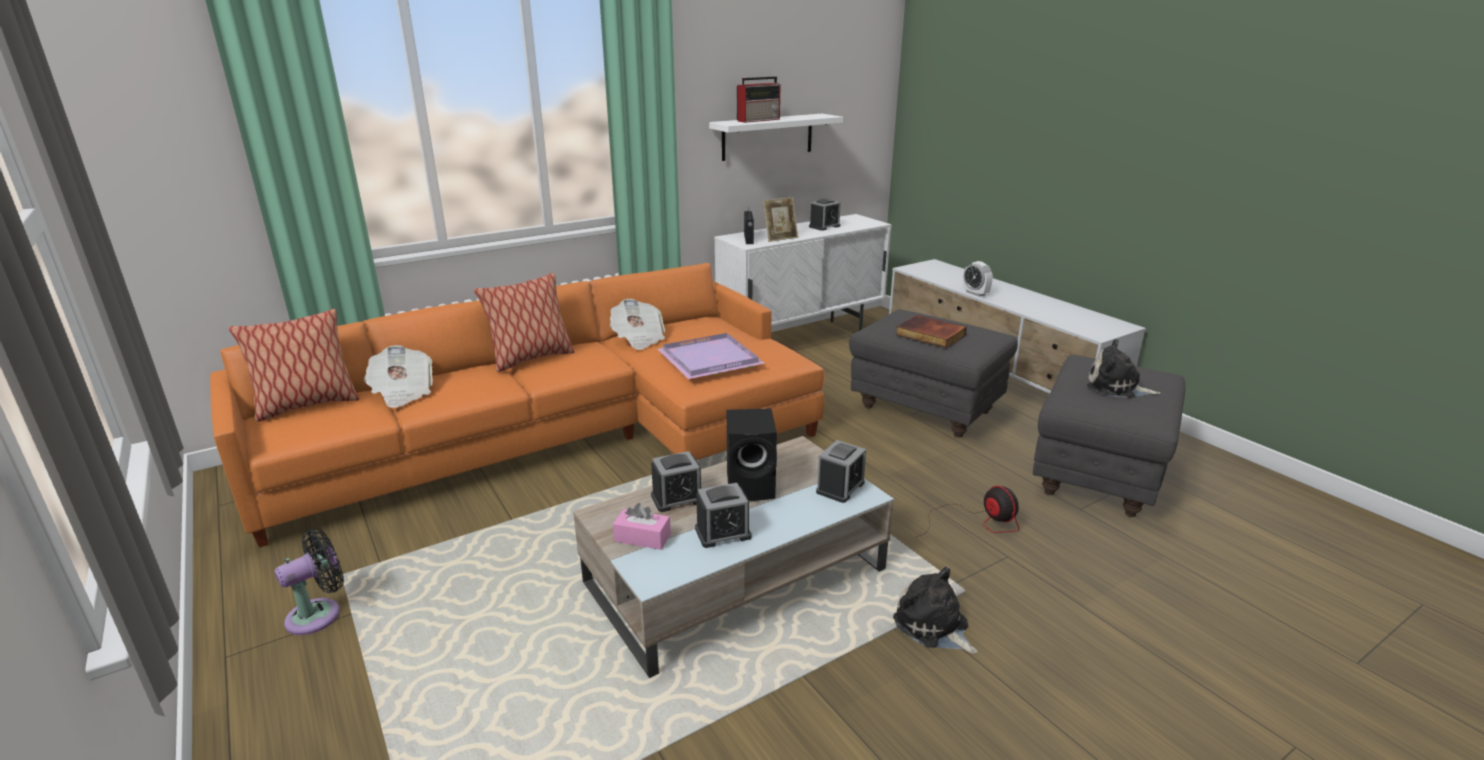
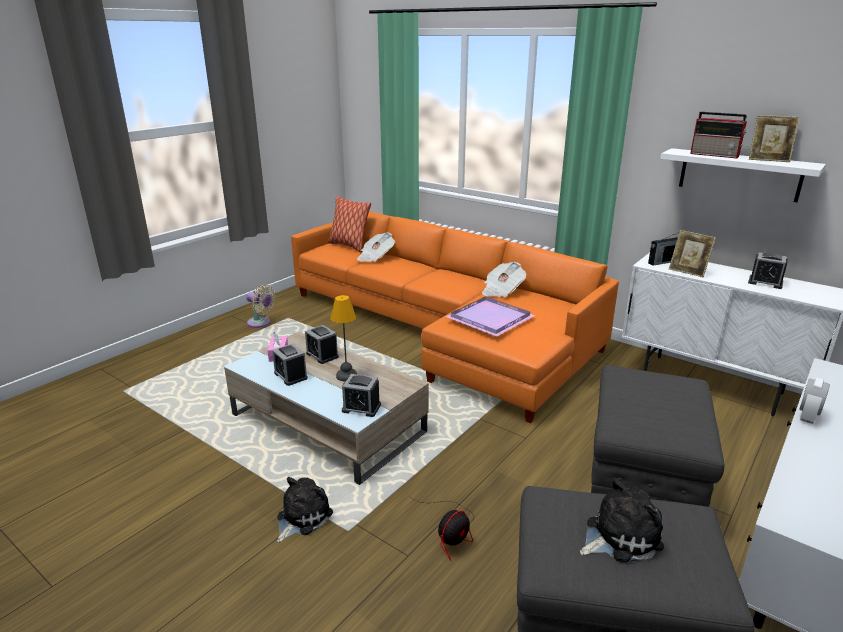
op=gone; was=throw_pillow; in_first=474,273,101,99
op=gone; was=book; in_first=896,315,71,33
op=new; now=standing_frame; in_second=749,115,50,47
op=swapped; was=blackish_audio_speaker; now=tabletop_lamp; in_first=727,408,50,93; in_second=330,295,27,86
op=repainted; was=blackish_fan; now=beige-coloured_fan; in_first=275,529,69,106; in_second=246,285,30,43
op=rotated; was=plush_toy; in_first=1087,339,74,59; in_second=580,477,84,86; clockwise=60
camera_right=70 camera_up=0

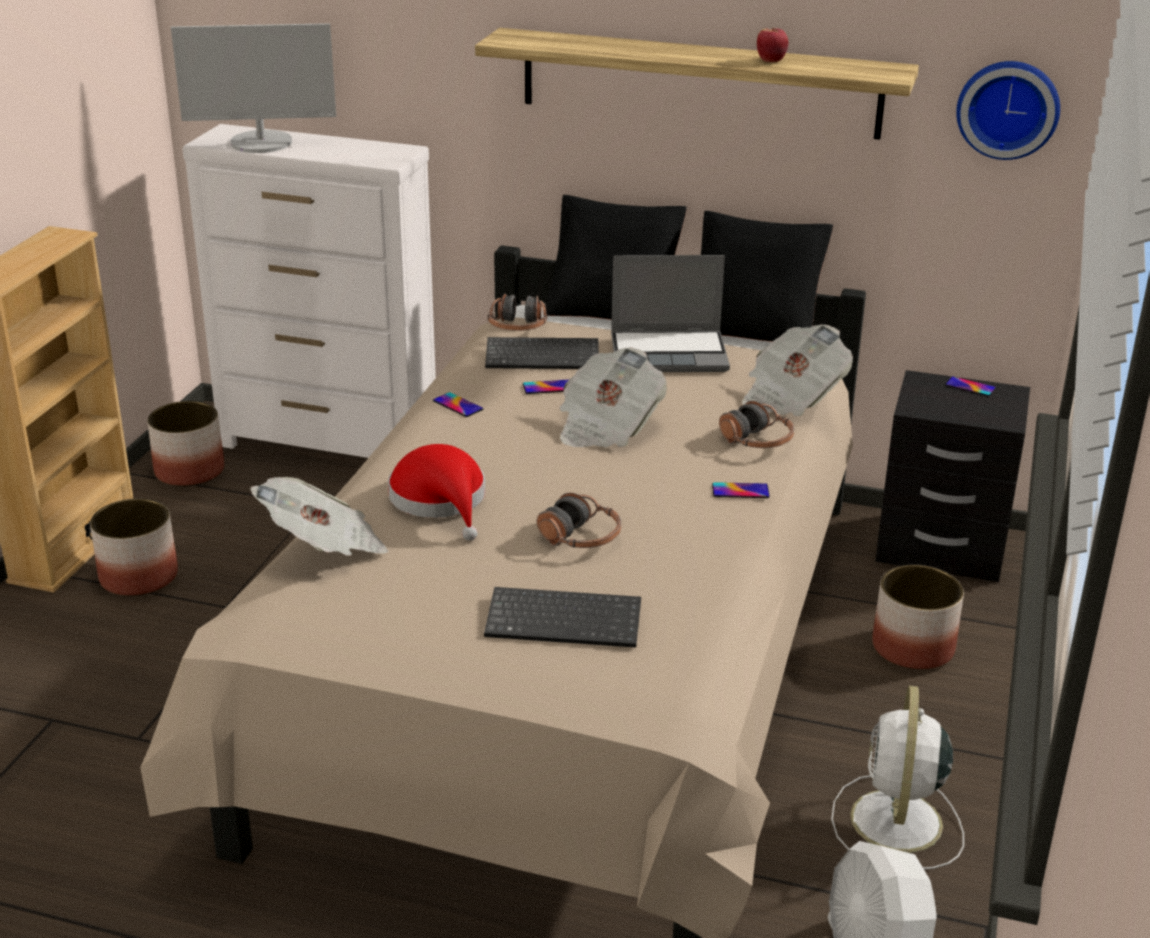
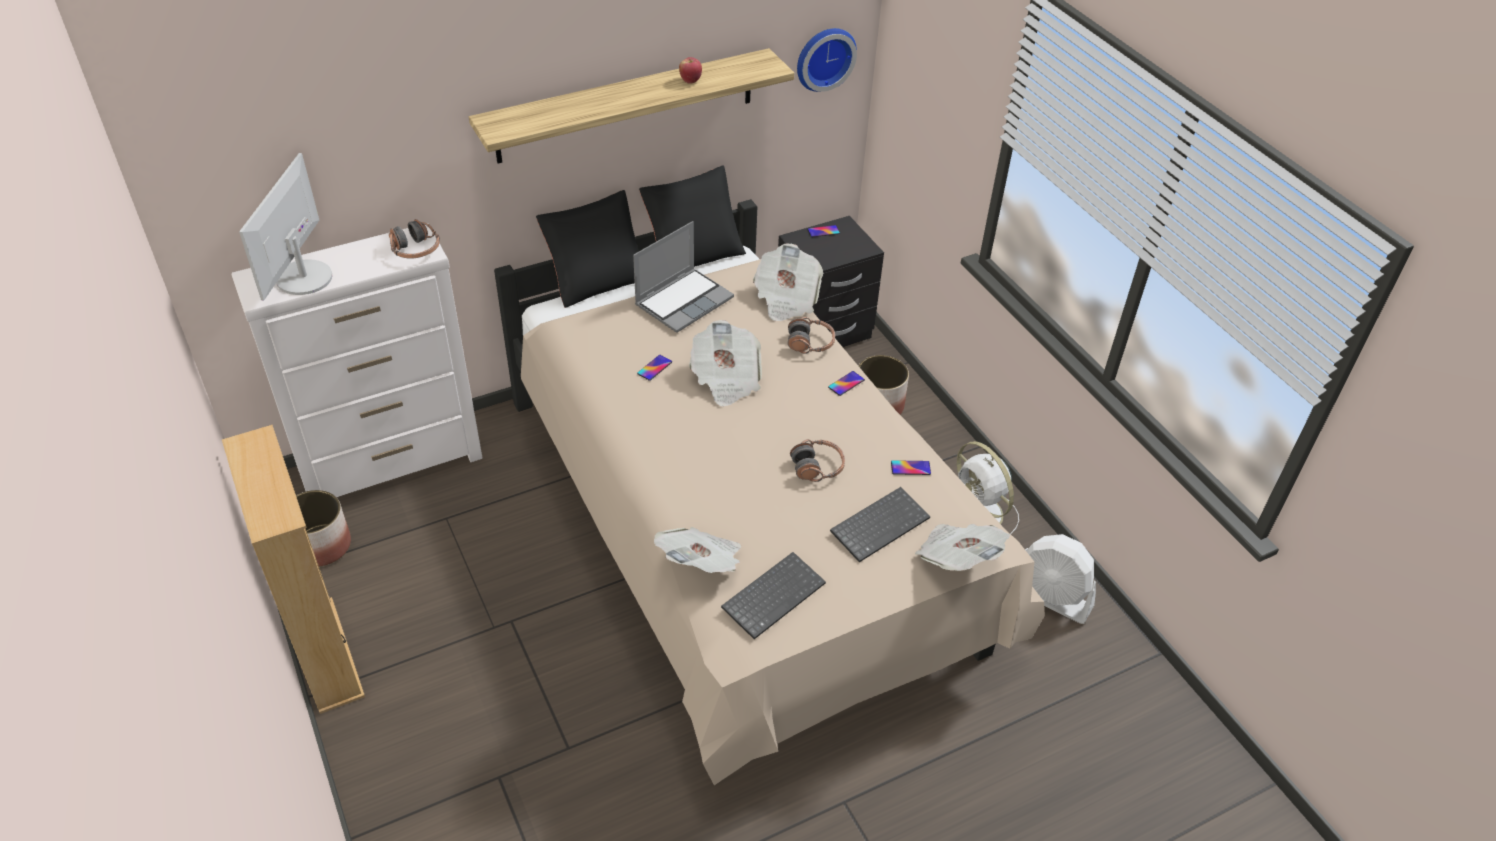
op=gone; was=plant_pot; in_first=90,498,88,98
op=gone; was=red-coloured_wearable_hat; in_first=388,444,97,97
op=new; now=printed_paper; in_second=915,524,95,47
op=shifted; was=telephone; in_first=433,392,50,25; in_second=891,460,40,15
op=shifted; was=computer_keyboard; in_first=485,337,114,32; in_second=721,552,105,87
op=shifted; was=headphones; in_first=488,294,59,37; in_second=389,219,51,40
op=rotated; was=computer_display; in_first=171,23,165,130; in_second=239,153,93,147; clockwise=150
camera_right=-45 camera_up=15

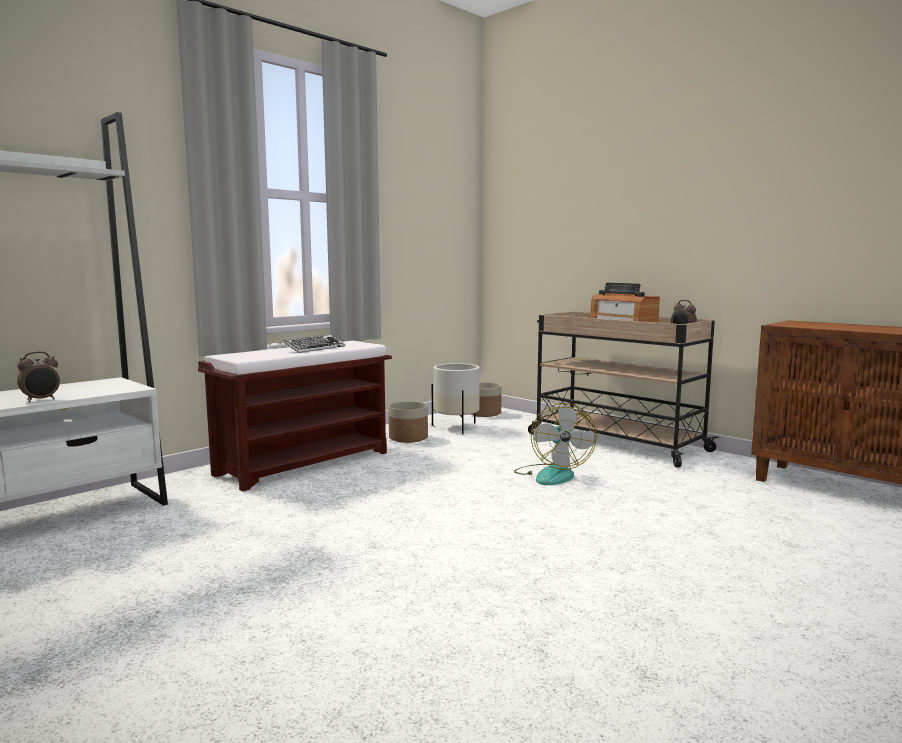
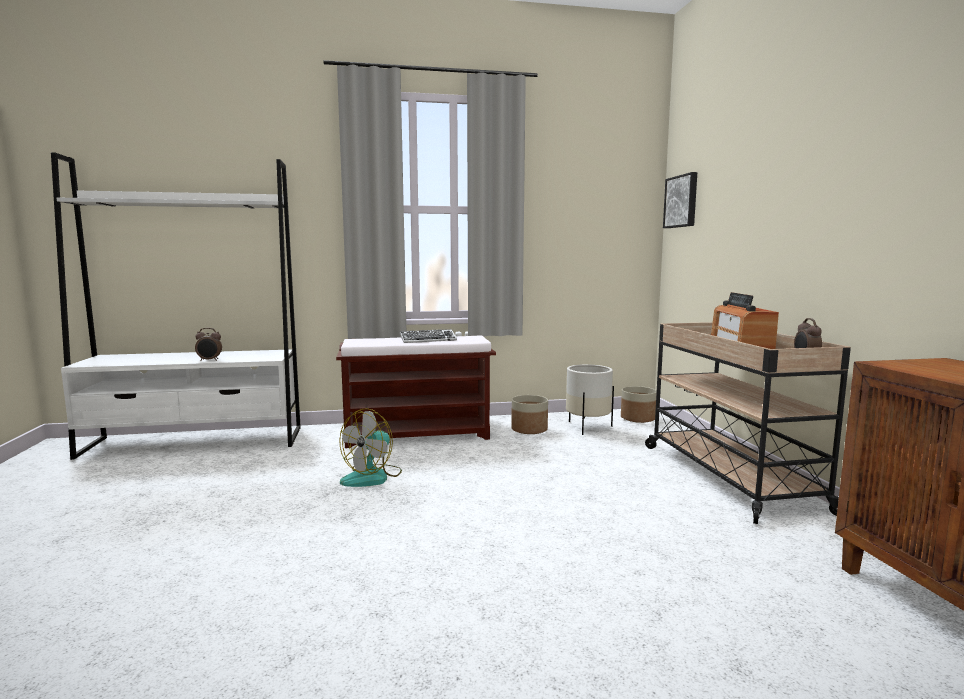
op=new; now=wall_picture; in_second=663,172,34,56
op=shifted; was=fan; in_first=514,403,82,82; in_second=339,408,63,79
camera_right=35 camera_up=0

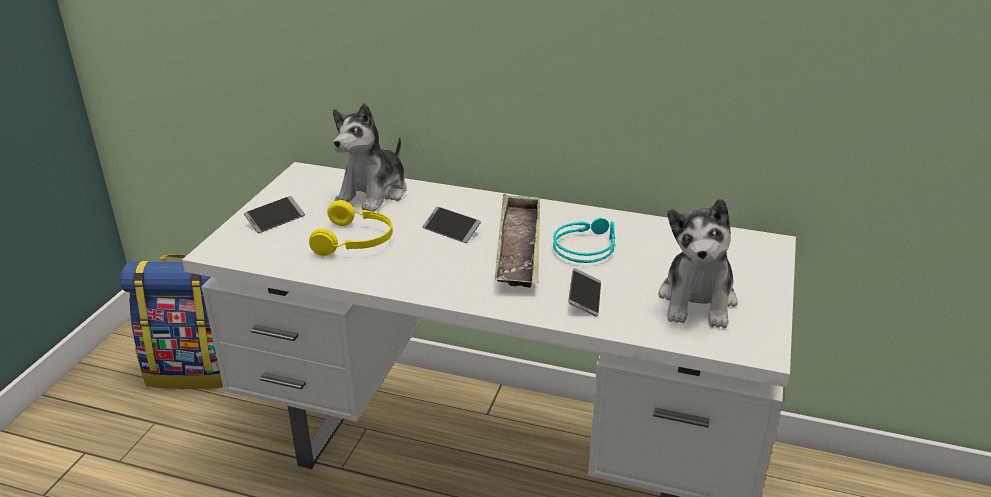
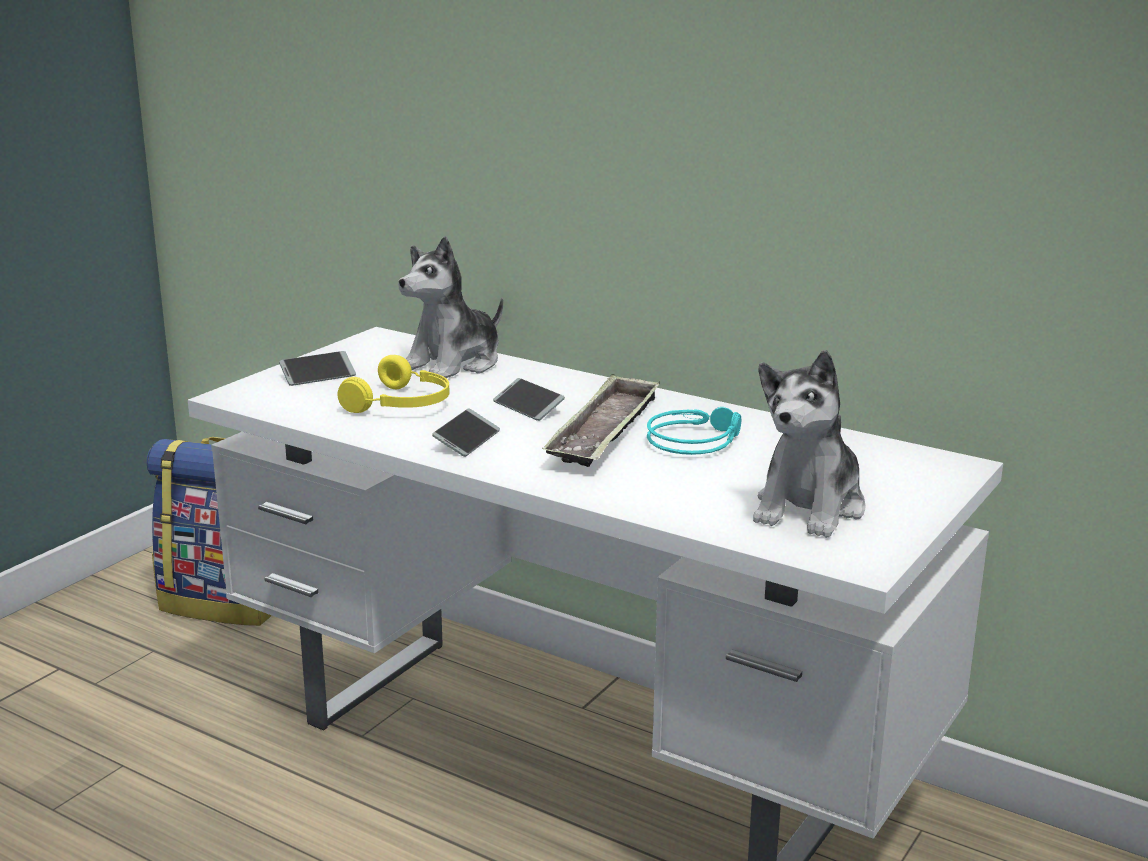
op=shifted; was=telephone; in_first=568,268,33,49; in_second=432,408,68,49
camera_right=15 camera_up=-10

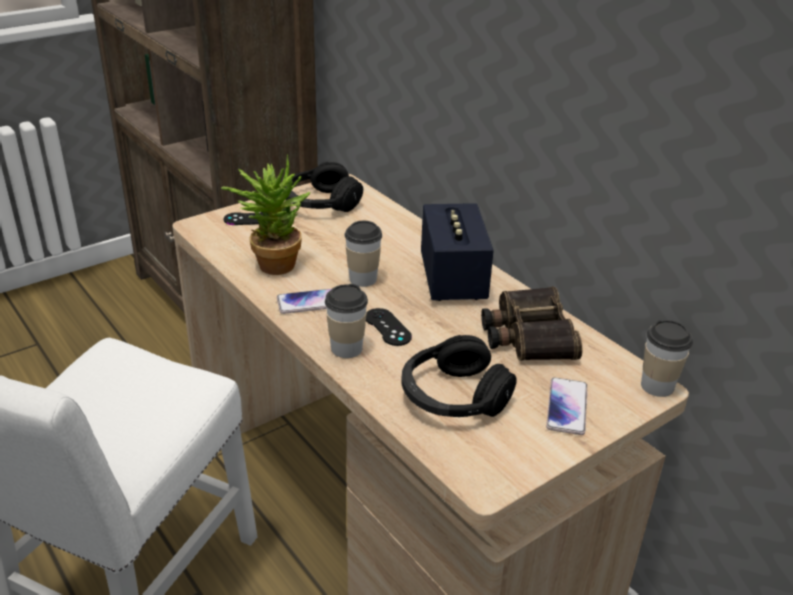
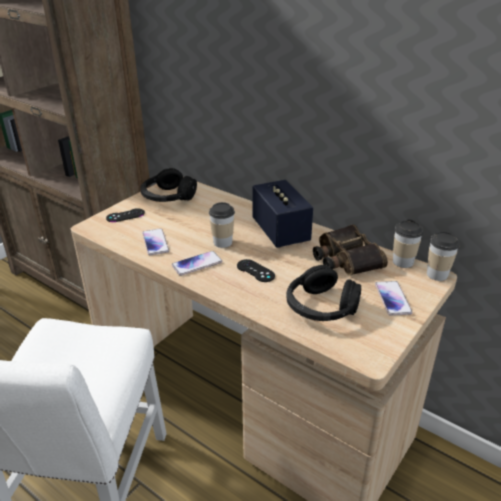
op=shifted; was=small_cup; in_first=325,284,43,74; in_second=393,219,30,49
op=swapped; was=plant_in_a_pot; now=telephone; in_first=221,154,90,121; in_second=142,228,27,27
camera_right=-15 camera_up=0

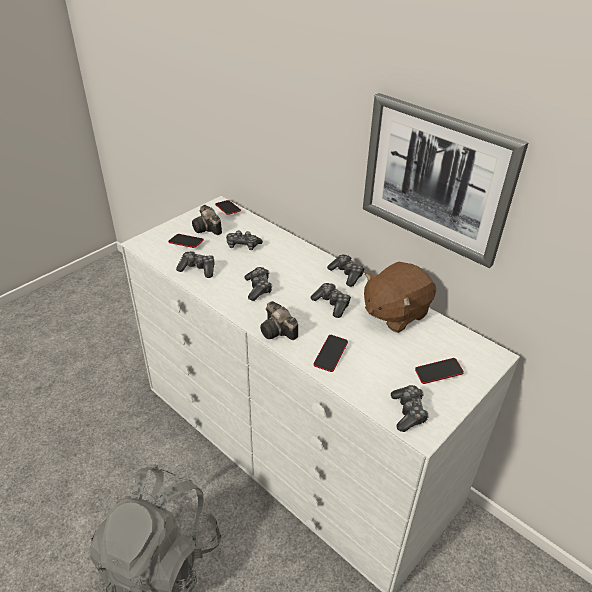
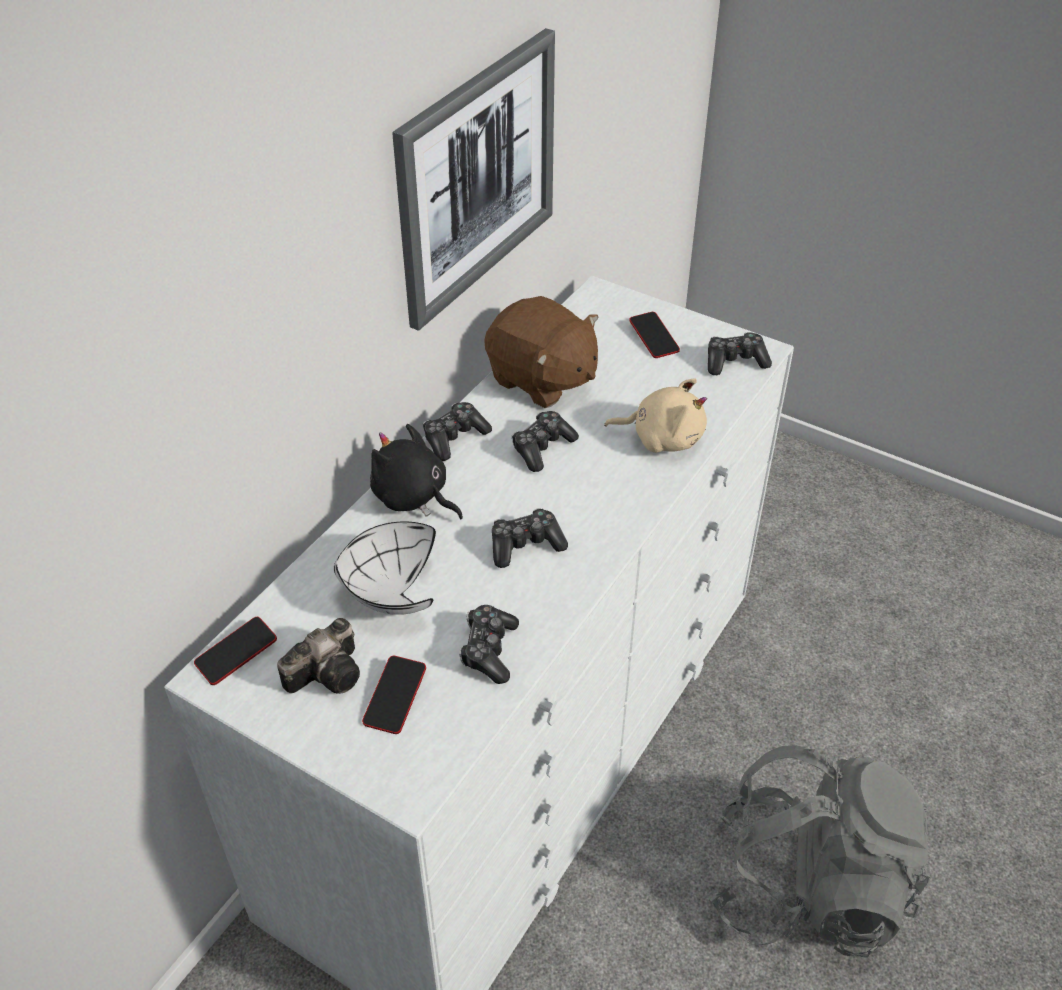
op=gone; was=still_camera; in_first=260,301,38,39
op=new; now=blackish_plush_toy; in_second=370,424,93,95
op=swapped; was=gamepad; now=white_deep_dish; in_first=226,230,37,20; in_second=334,521,102,94
op=swapped; was=telephone; now=beige-coloured_plush_toy; in_first=314,335,34,37; in_second=604,378,103,75
camera_right=-100 camera_up=5

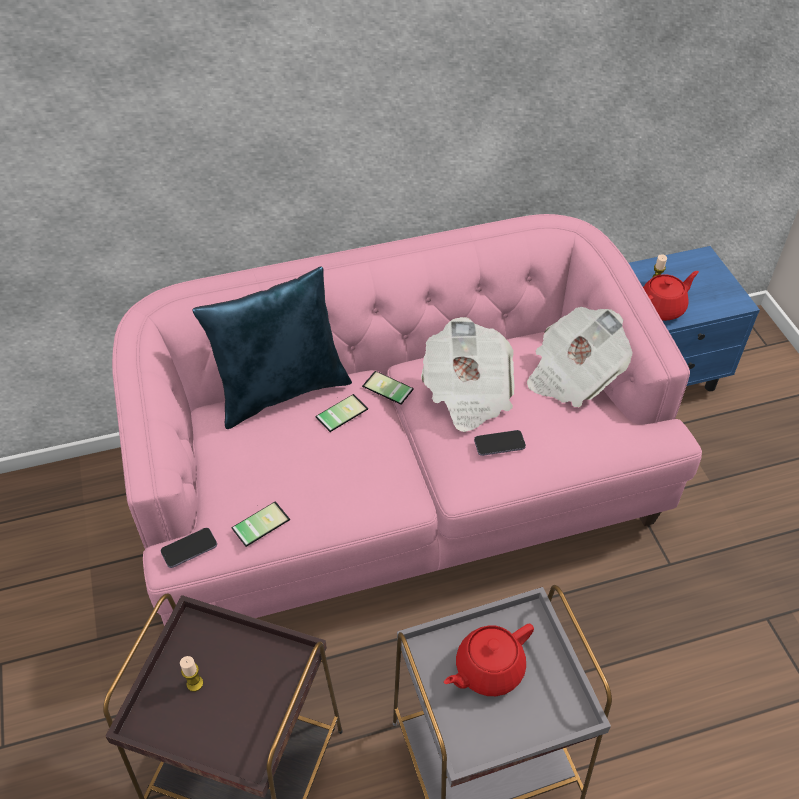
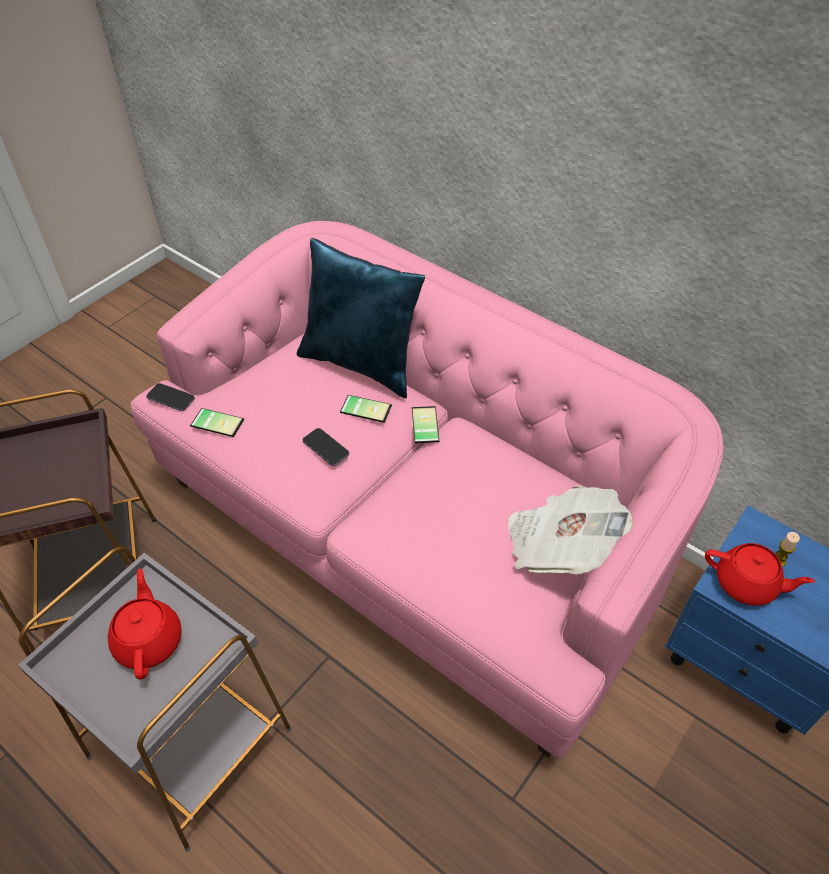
op=gone; was=wax_candle; in_first=180,656,23,36
op=gone; was=printed_paper; in_first=421,317,94,115
op=shifted; was=telephone; in_first=474,430,52,26; in_second=303,428,46,38
op=rotated; was=red-coloured_tea_pot; in_first=444,624,90,72; in_second=108,568,74,111; clockwise=60
camera_right=55 camera_up=0

